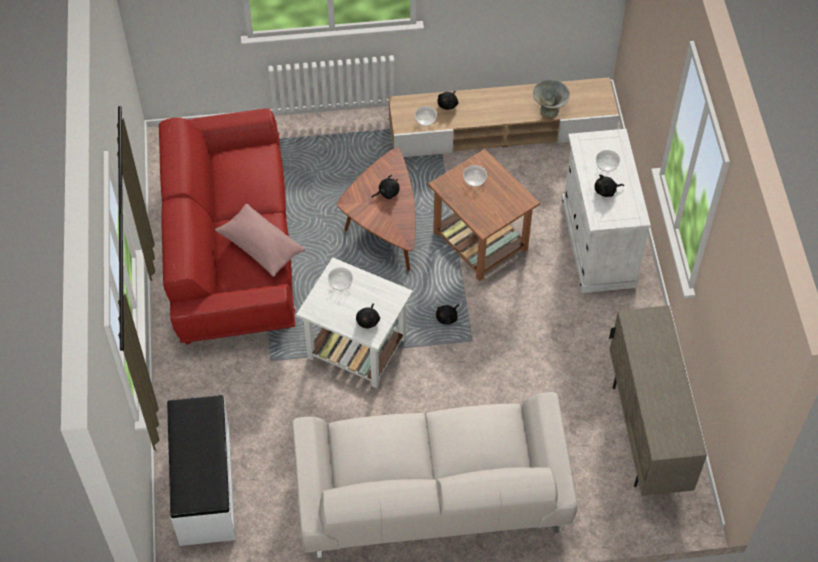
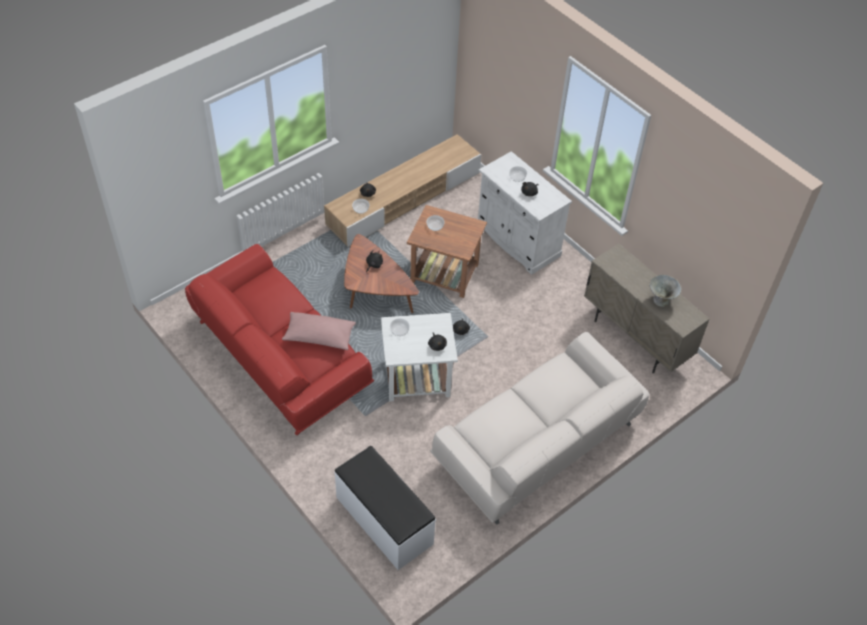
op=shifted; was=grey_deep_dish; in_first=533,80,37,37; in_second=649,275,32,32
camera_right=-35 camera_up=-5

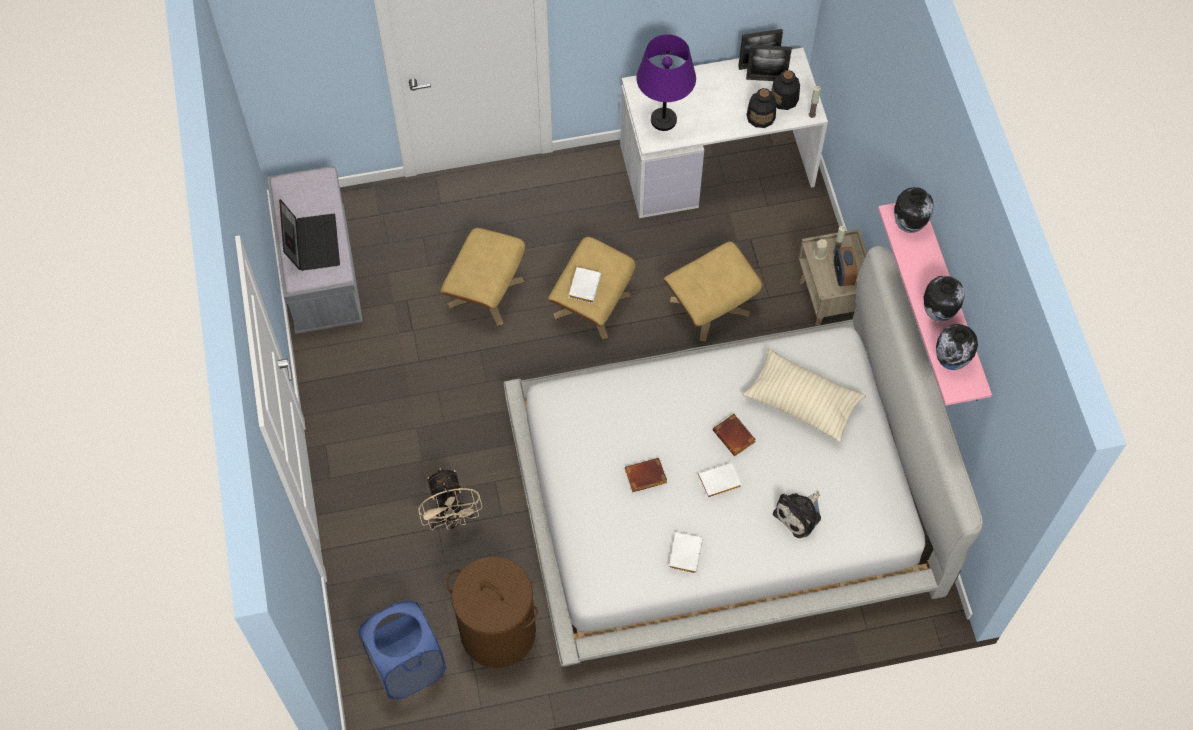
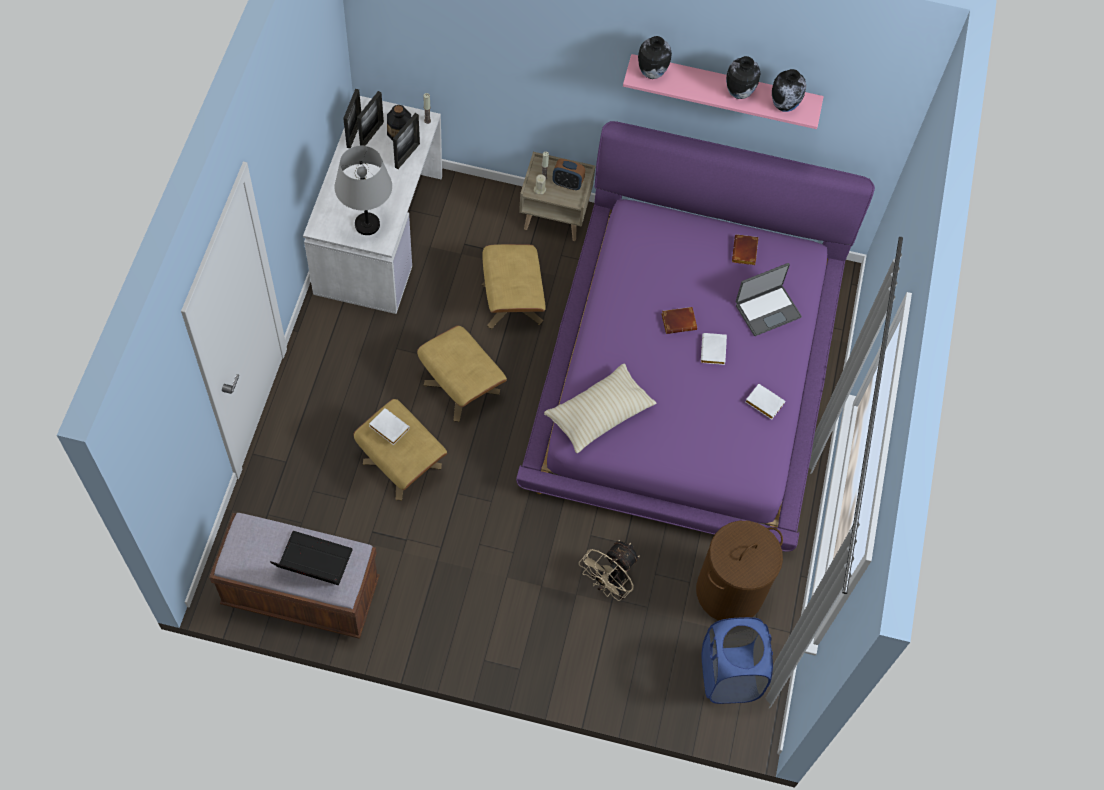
op=shifted; was=white_book; in_first=569,267,32,36; in_second=369,408,41,37
op=shifted; was=brownish_book; in_first=625,458,42,34; in_second=732,235,26,30
op=shifted; was=beige-coloured_throw_pillow; in_first=743,349,123,93; in_second=544,363,113,90
op=swapped; was=beverage_bottle; now=standing_frame; in_first=746,88,31,40; in_second=393,113,27,56
op=swapped; was=plush_toy; now=notebook_computer; in_first=773,491,48,47; in_second=735,263,67,73
op=repainted; was=grey_bench; now=brownish_bench; in_first=267,166,96,168; in_second=209,513,171,126
op=repainted; was=white_bed; now=purplish_bed; in_first=504,246,479,421; in_second=516,121,359,431
op=repainted; was=purplish_tabletop_lamp; now=grey_tabletop_lamp; in_first=636,34,60,97; in_second=335,146,57,89
op=rotated; was=beige-coloured_fan; in_first=418,468,64,62; in_second=579,540,61,61; clockwise=120
camera_right=-70 camera_up=0

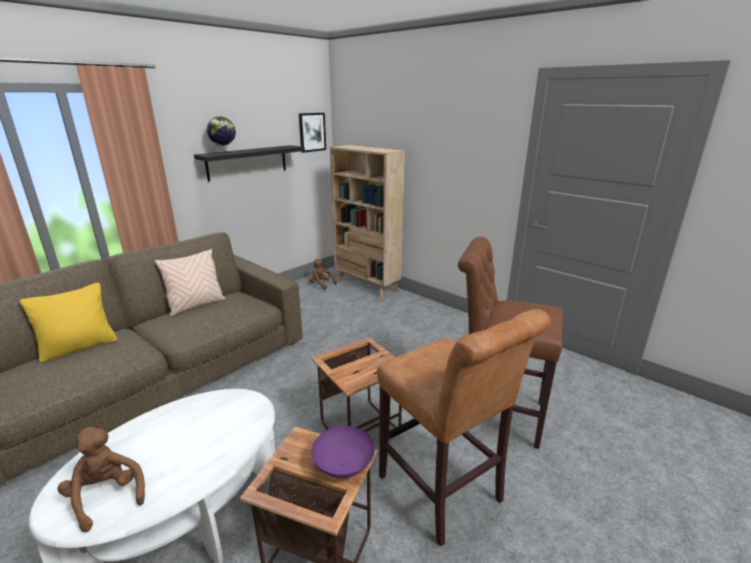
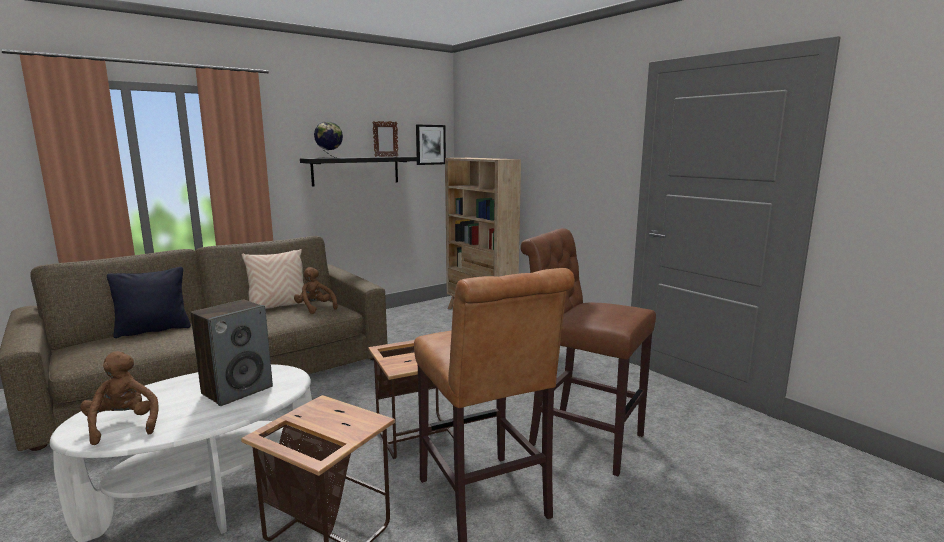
op=gone; was=purplish_deep_dish; in_first=311,426,64,52
op=new; now=audio_speaker; in_second=191,299,82,107
op=new; now=standing_frame; in_second=372,121,26,36
op=shifted; was=brownish_plush_toy; in_first=309,259,28,31; in_second=294,267,44,47
op=repainted; was=yellow_throw_pillow; now=blackish_throw_pillow; in_first=20,283,97,80; in_second=107,267,84,71
camera_right=10 camera_up=-10

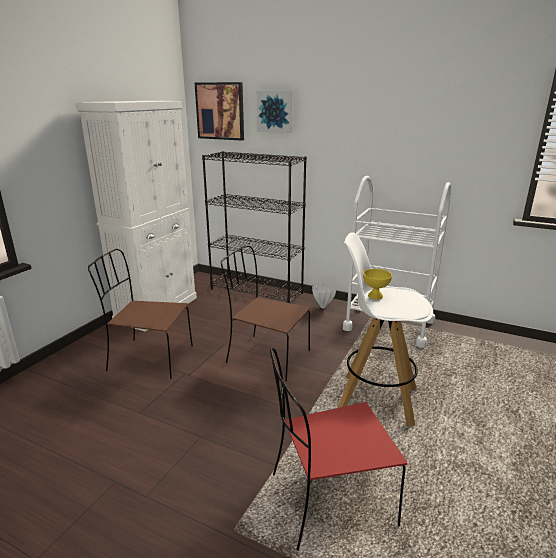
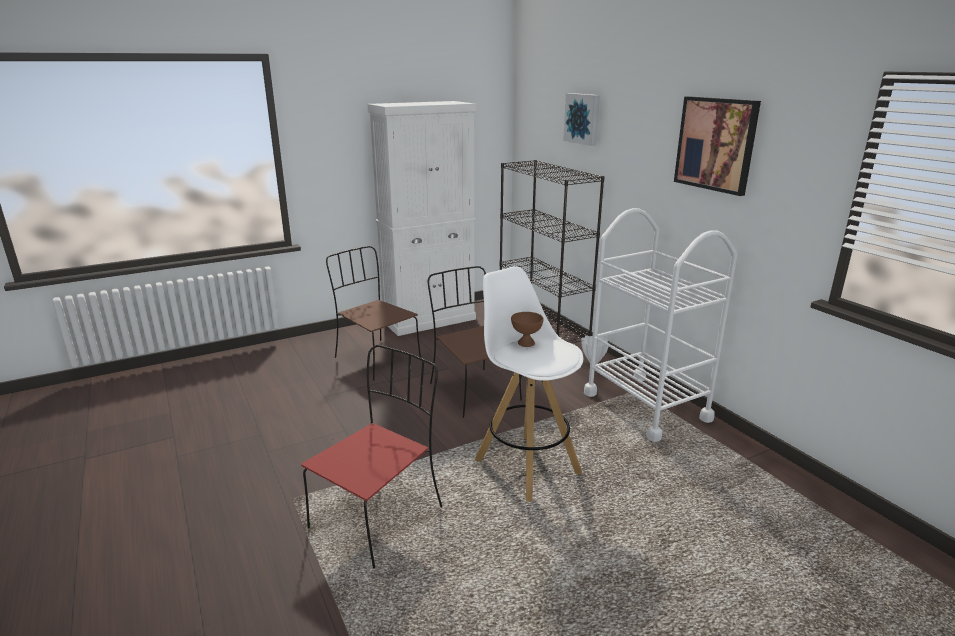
op=shifted; was=wall_picture; in_first=195,82,49,59; in_second=674,96,87,100
op=repainted; was=yellow_deep_dish; now=brownish_deep_dish; in_first=363,269,29,31; in_second=511,312,33,35
op=rotated; was=red-coloured_chair; in_first=270,348,137,203; in_second=301,345,141,223; clockwise=105
camera_right=35 camera_up=0

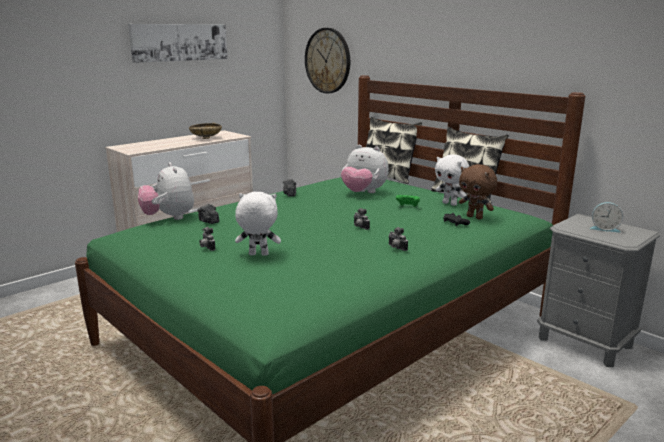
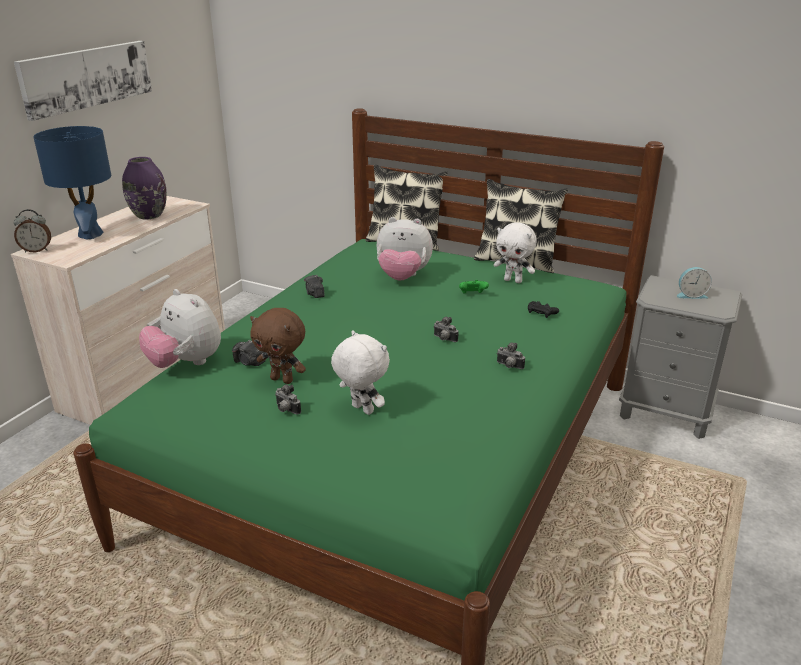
op=gone; was=clock_on_the_wall; in_first=305,28,45,65
op=new; now=table_clock; in_second=14,209,37,43
op=new; now=blue-coloured_tabletop_lamp; in_second=33,126,78,113
op=shifted; was=brownish_plush_toy; in_first=459,164,38,55; in_second=250,308,56,76
op=swapped; was=beige-coloured_deep_dish; now=purplish_vase; in_first=189,122,33,17; in_second=122,157,45,63
op=rotated; was=white_plush_toy; in_first=235,192,46,64; in_second=331,330,59,85; clockwise=60
camera_right=-20 camera_up=10

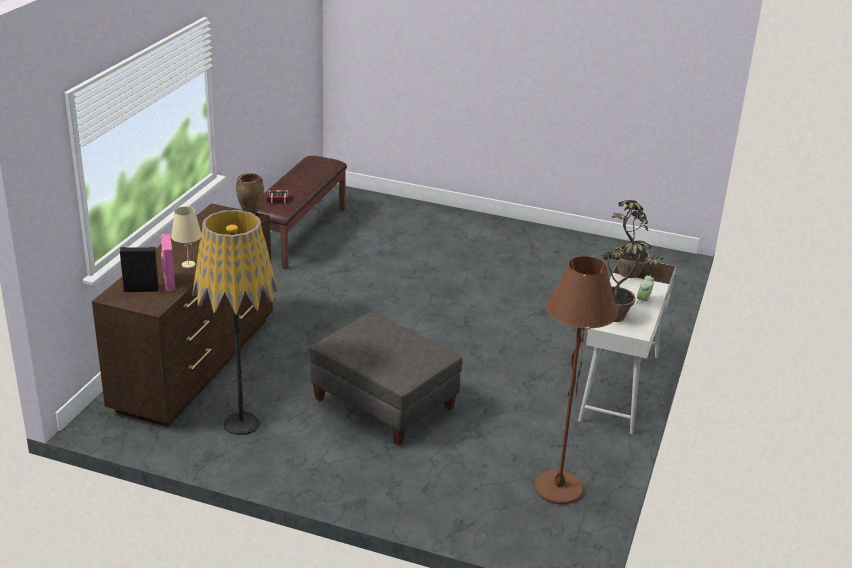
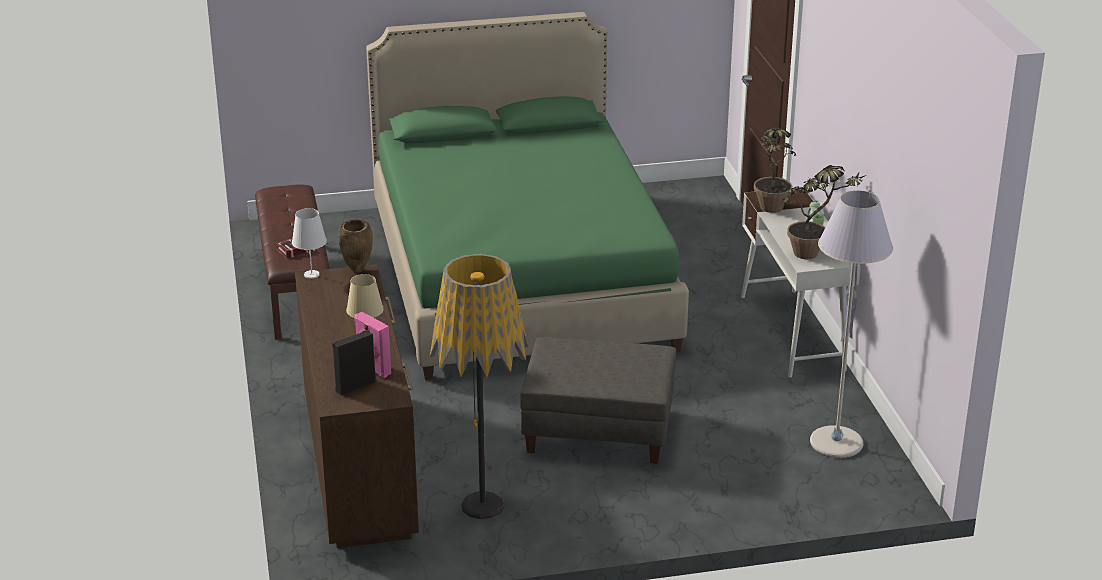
op=new; now=white_tabletop_lamp; in_second=292,208,35,71
op=new; now=greenish_bed; in_second=366,12,323,368
op=repainted; was=brownish_standard_lamp; now=grey_standard_lamp; in_first=534,256,84,248; in_second=810,190,83,268
camera_right=-30 camera_up=0

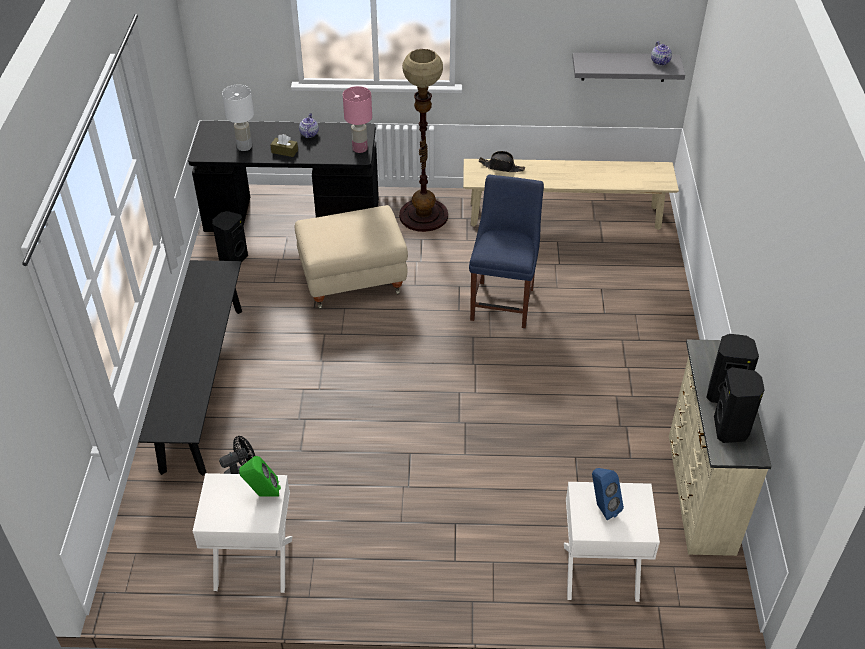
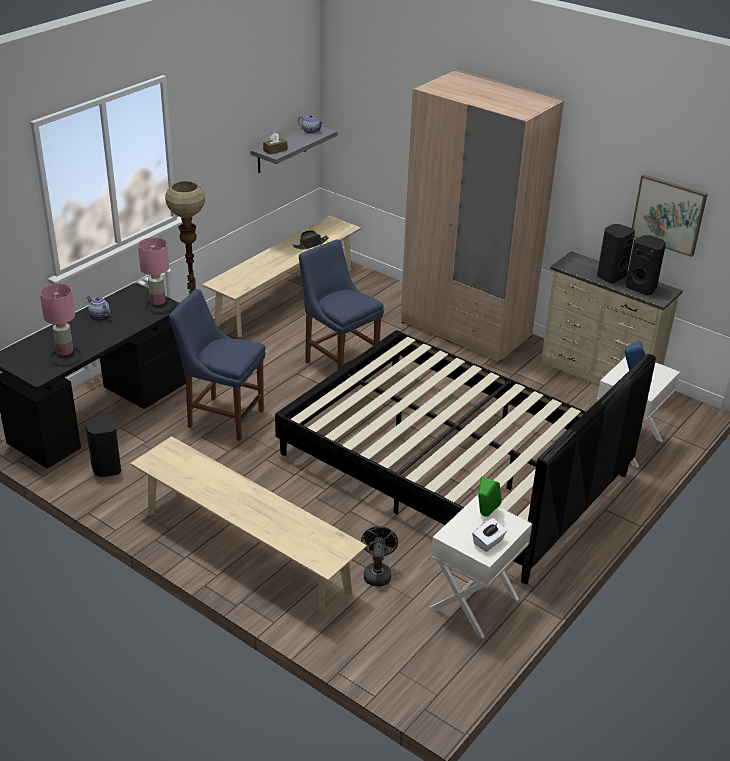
op=new; now=blackish_bed; in_second=275,330,381,254
op=new; now=beige-coloured_wardrobe; in_second=401,70,163,294
op=new; now=white_tissue_holder; in_second=472,518,35,34
op=new; now=wall_picture; in_second=632,174,76,83
op=shifted; was=brownish_tissue_holder; in_first=270,134,28,23; in_second=263,133,24,22
op=shifted; was=blackish_wearable_hat; in_first=479,151,46,21; in_second=293,230,36,19
op=swapped; was=beige-coloured_pouffe; now=blue-coloured_chair; in_first=295,205,113,104; in_second=169,289,96,152
op=repainted; was=blackish_bench; now=beige-coloured_bench; in_first=138,260,104,216; in_second=130,436,237,184
op=repainted; was=white_tabletop_lamp; now=pinkish_tabletop_lamp; in_first=222,85,32,66; in_second=40,283,35,73
camera_right=-55 camera_up=-10

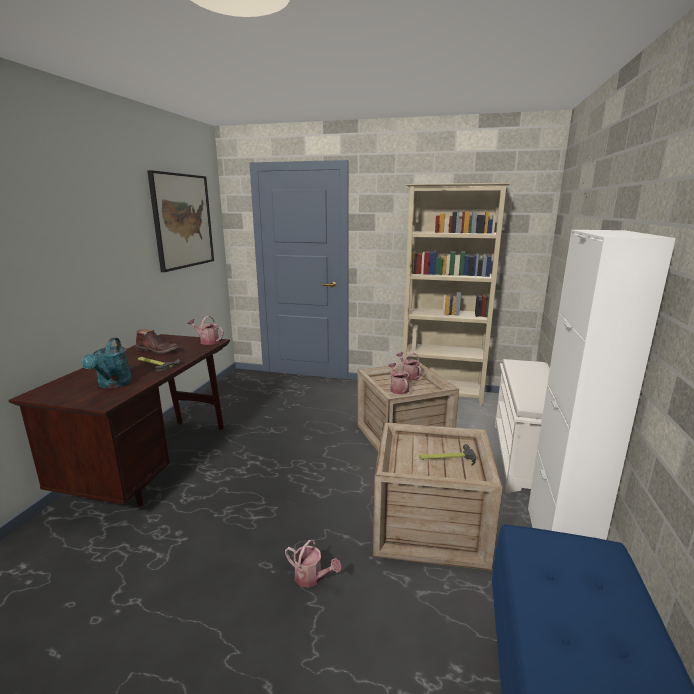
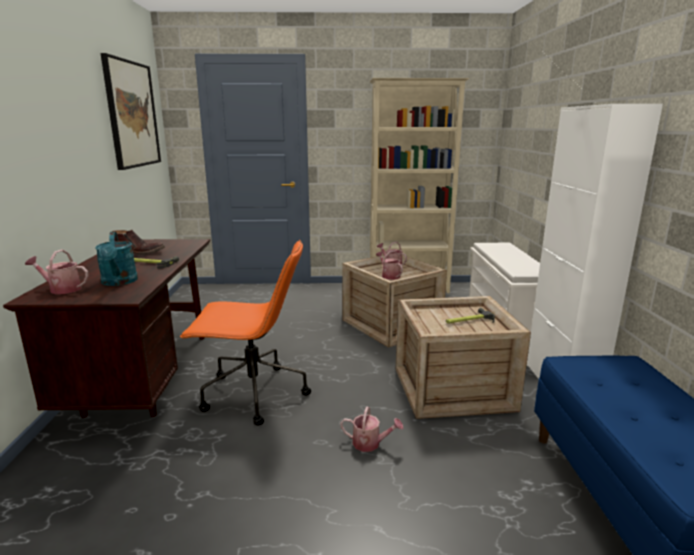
op=new; now=orange_desk_chair; in_second=180,240,131,186
op=shifted; was=watering_can; in_first=187,316,37,29; in_second=25,249,64,45
camera_right=-15 camera_up=0

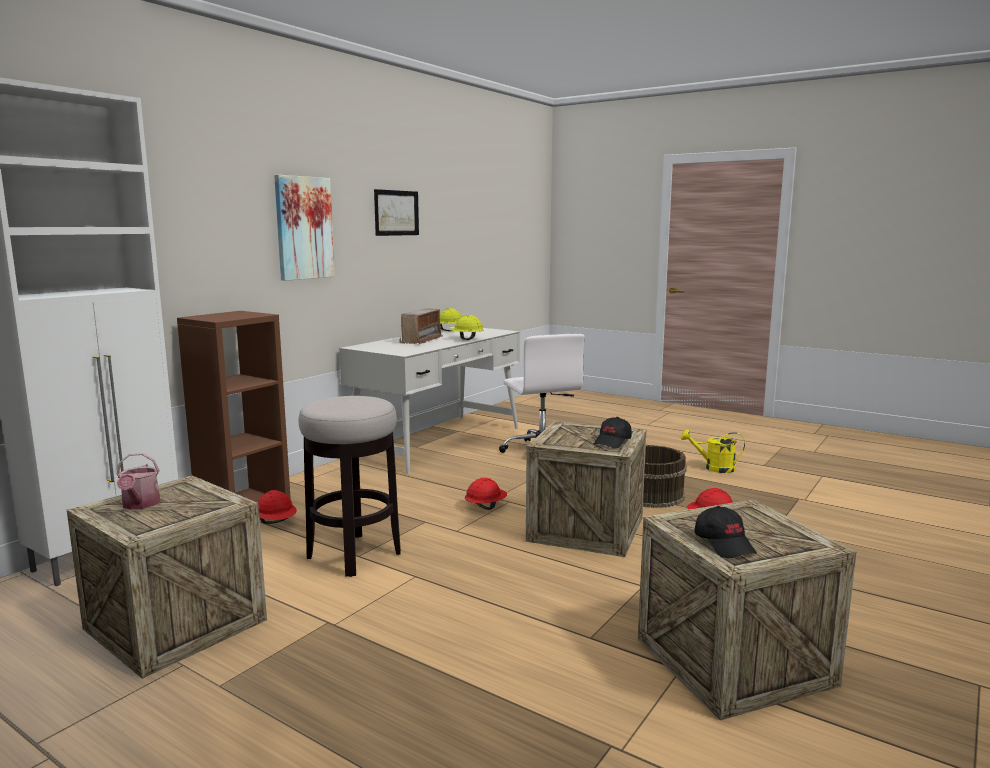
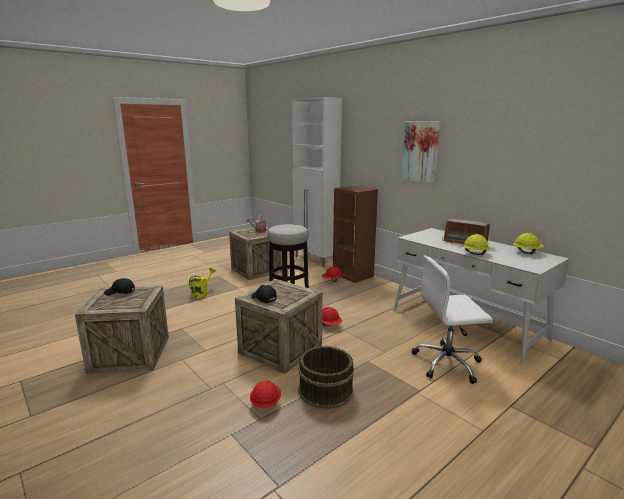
op=gone; was=wall_picture; in_first=374,189,45,47
op=shifted; was=yellow_watering_can; in_first=681,430,64,43; in_second=189,267,27,31
camera_right=105 camera_up=5

